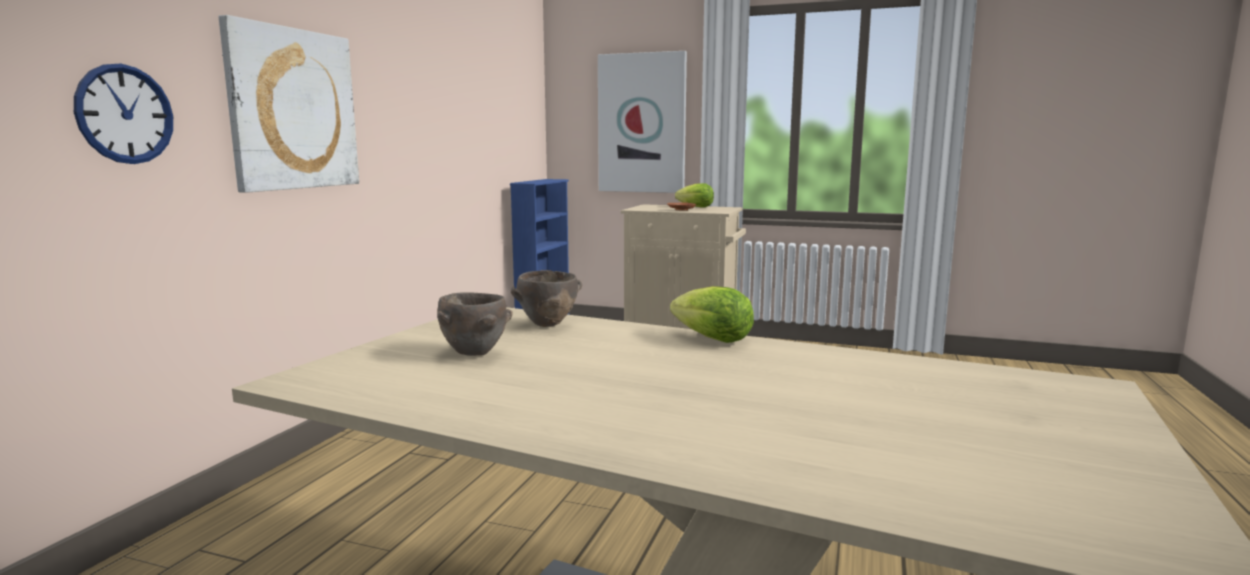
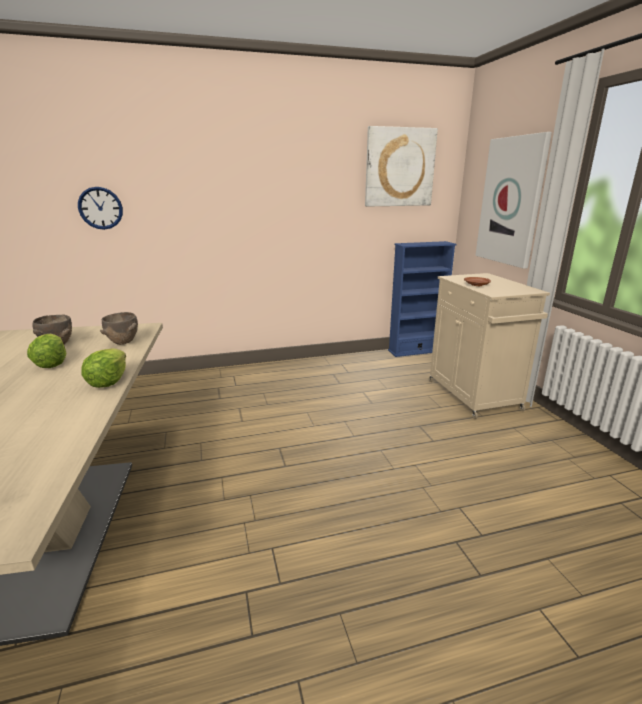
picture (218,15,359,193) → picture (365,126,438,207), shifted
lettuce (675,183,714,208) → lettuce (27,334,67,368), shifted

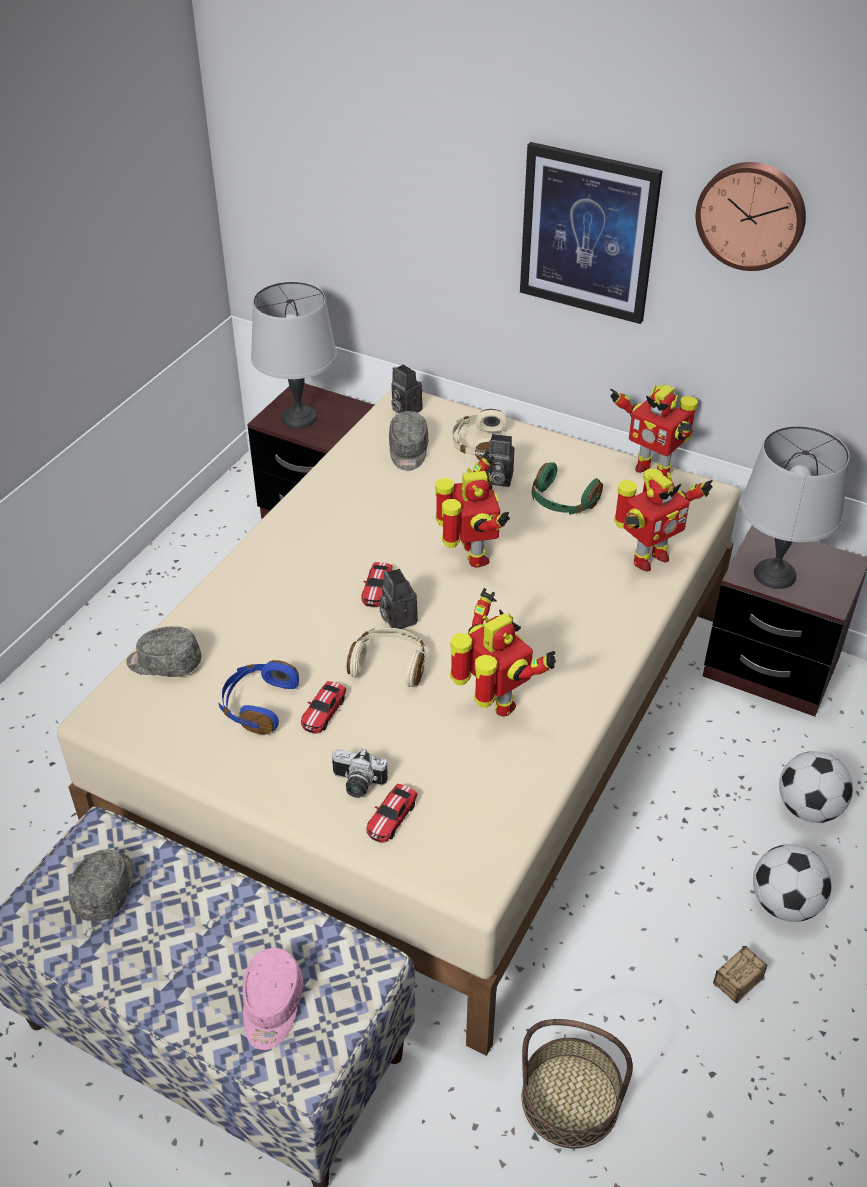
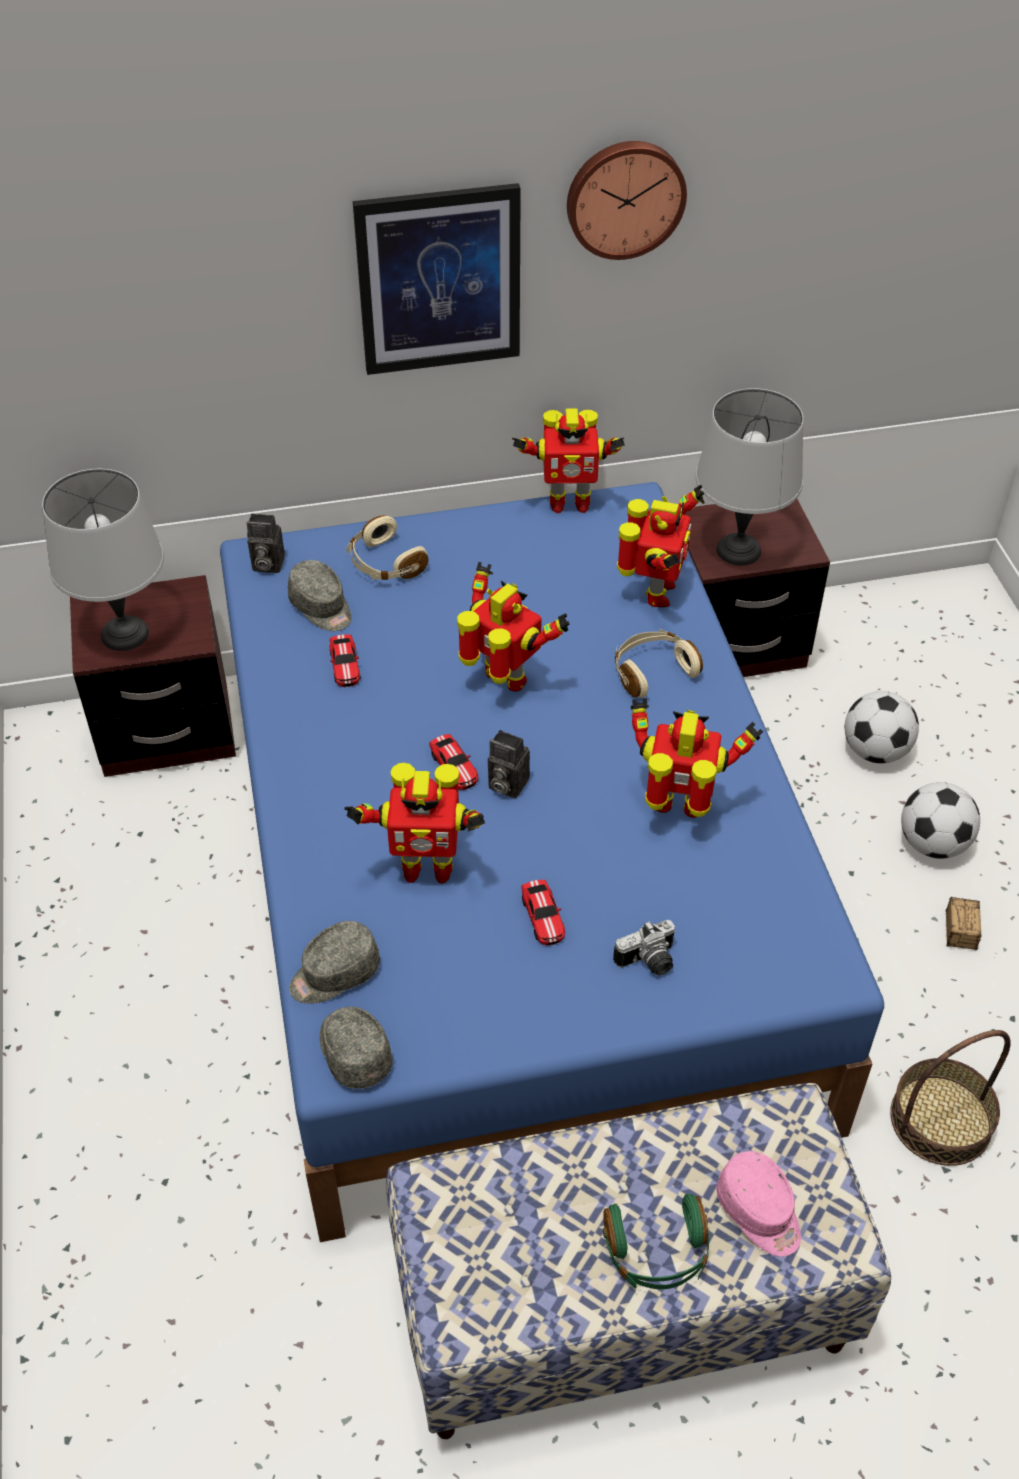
blue headphones (219,660,299,734) → -
photo camera (485,434,515,487) → -
- → toy robot (344,763,485,884)
grey cap (69,849,134,922) → grey cap (320,1007,393,1089), shifted
beige headphones (347,628,426,687) → beige headphones (615,629,703,698), shifted
toy car (366,784,418,843) → toy car (329,635,361,687), shifted
green headphones (532,462,603,515) → green headphones (603,1194,709,1289), shifted
beige bed (57,388,740,1056) → blue bed (220,482,884,1242)

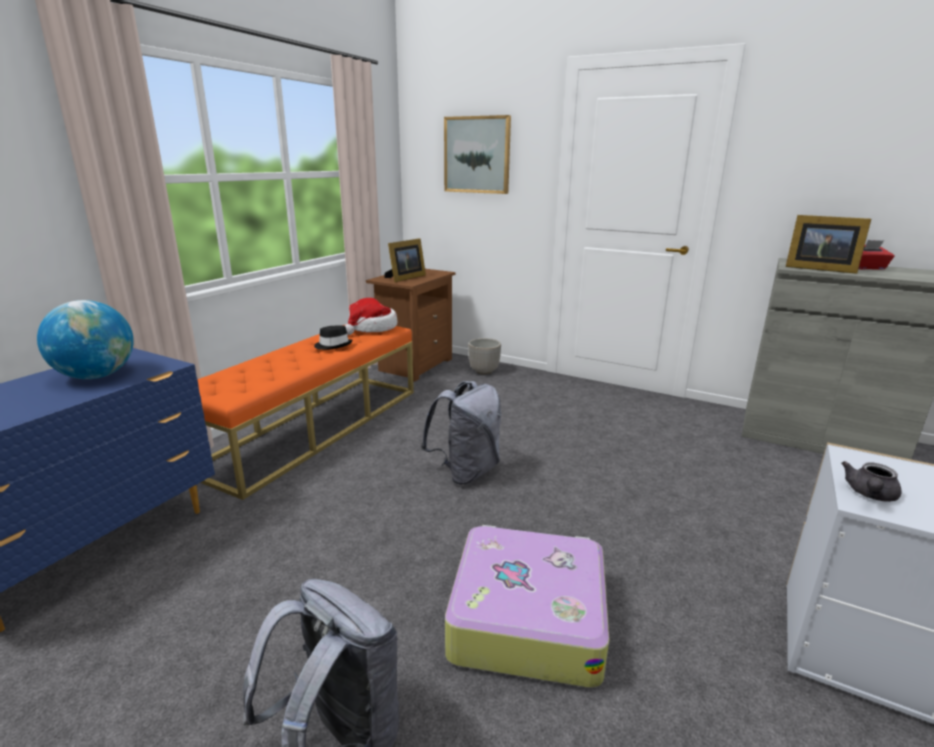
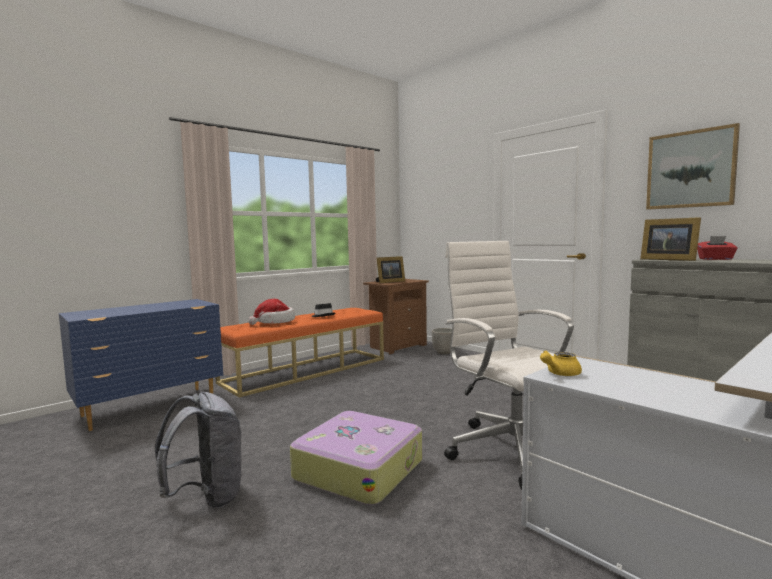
globe (37,300,134,379) → -
grey backpack (421,381,502,485) → -
- → white office chair (444,241,574,490)
hat (344,298,397,335) → hat (248,299,295,325), shifted
picture (444,115,511,194) → picture (646,123,740,210), shifted
grey teapot (841,461,902,502) → yellow teapot (540,350,582,376)

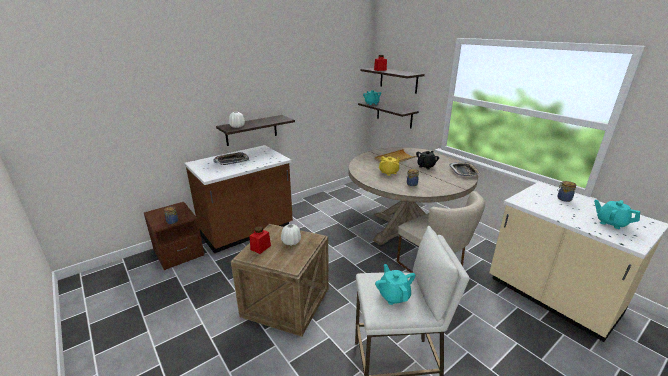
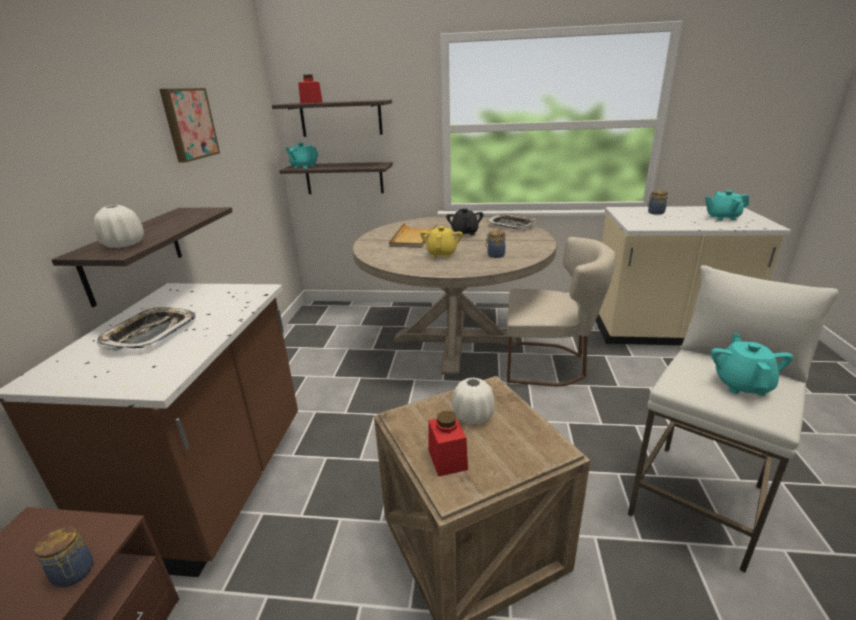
- → picture (159,88,220,163)
turquoise teapot (375,264,415,305) → turquoise teapot (711,334,793,396), 75 degrees clockwise

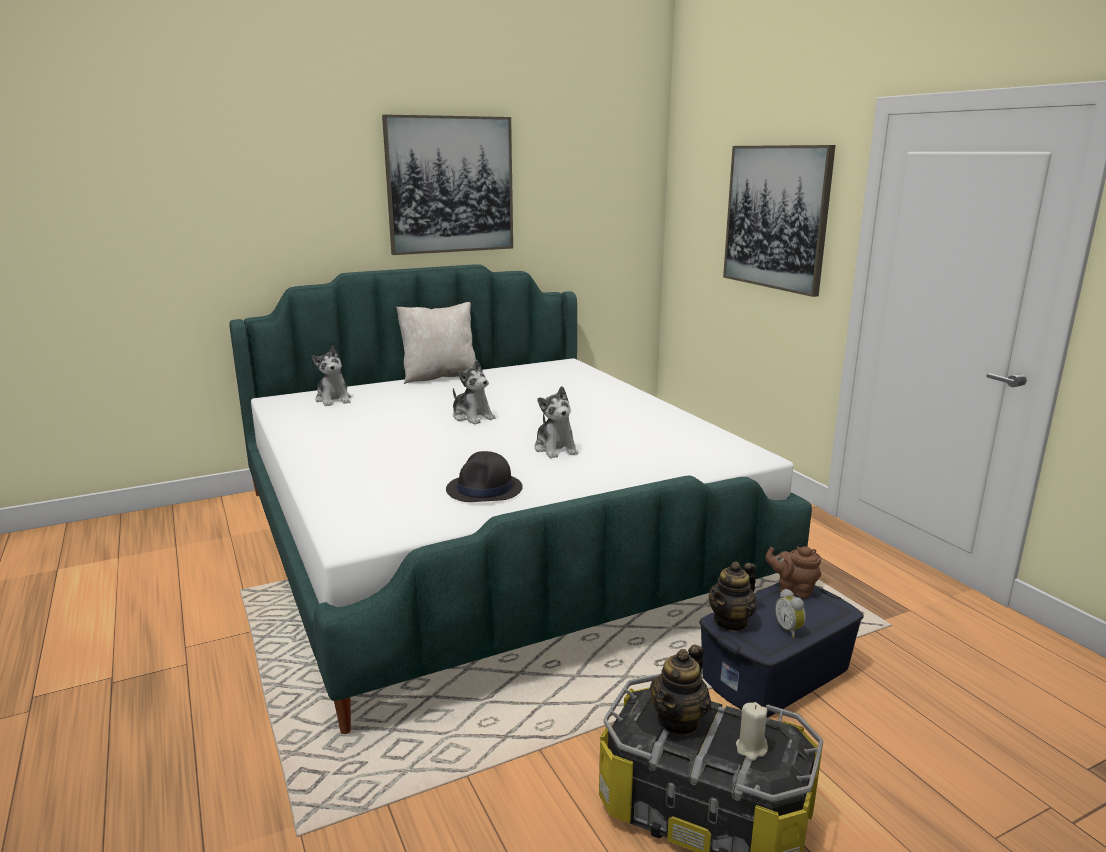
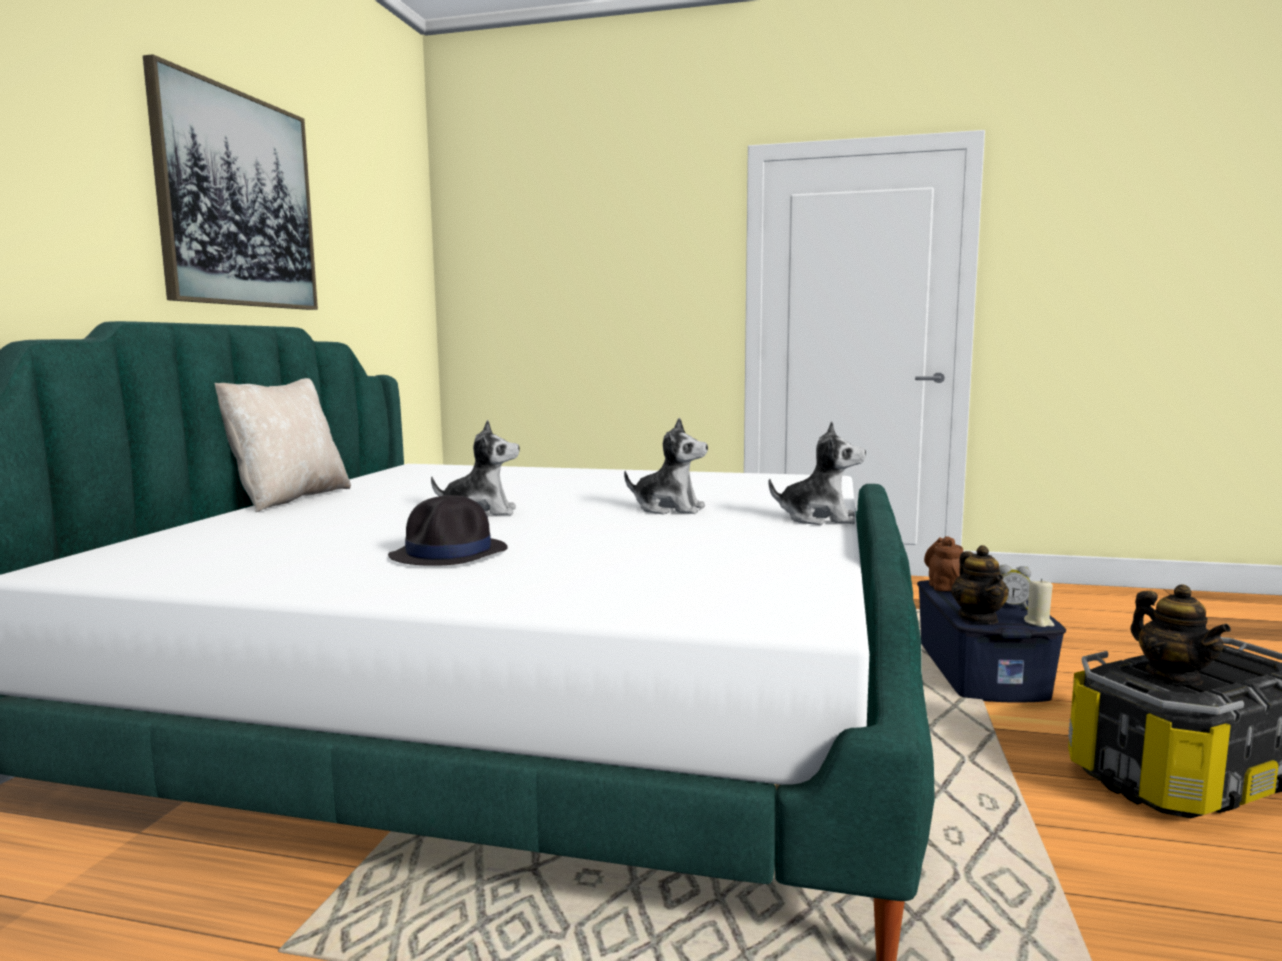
picture (723,145,835,297) → -
plush toy (312,346,351,406) → plush toy (768,422,866,525), shifted
black hat (446,451,523,502) → black hat (388,495,508,566), shifted
beige candle (736,702,768,761) → beige candle (1024,579,1054,627), shifted
brown teapot (765,546,821,599) → brown teapot (924,536,963,591), 120 degrees clockwise

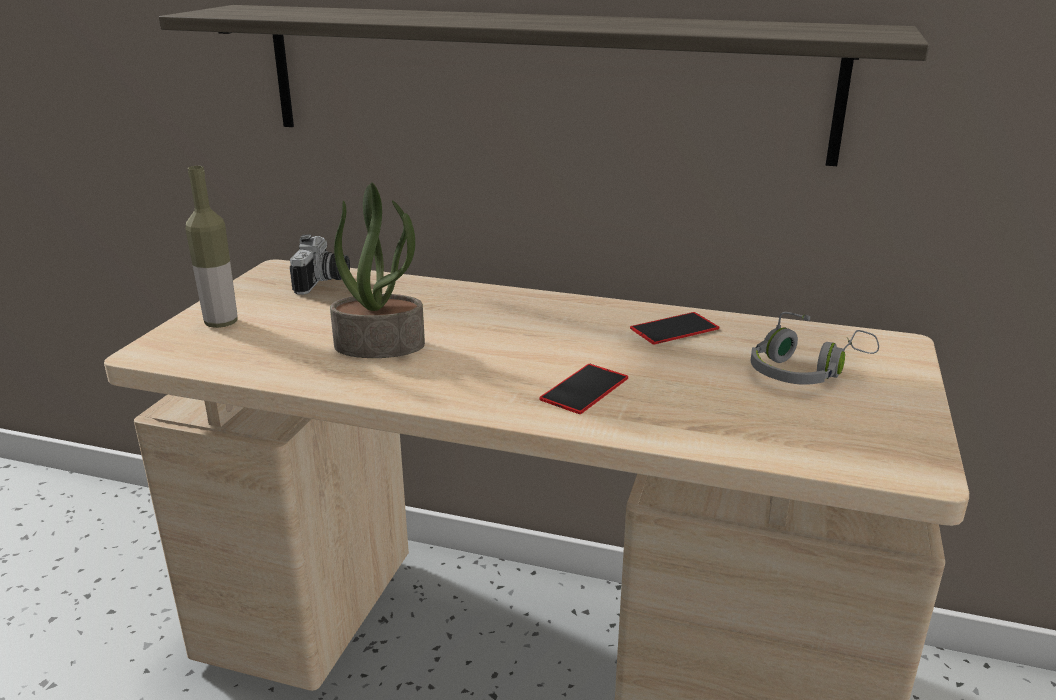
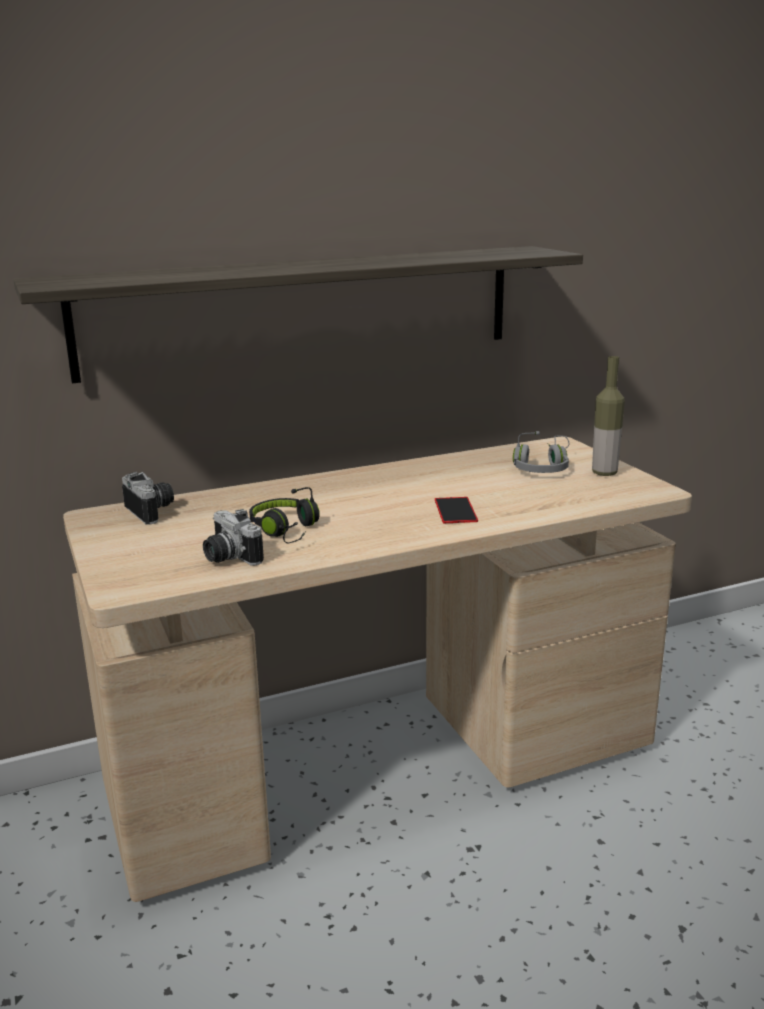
phone (630,312,719,344) → -
- → photo camera (203,509,264,565)
bottle (185,166,238,328) → bottle (592,356,625,476), shifted
potted plant (330,182,425,358) → black headphones (249,487,320,543)

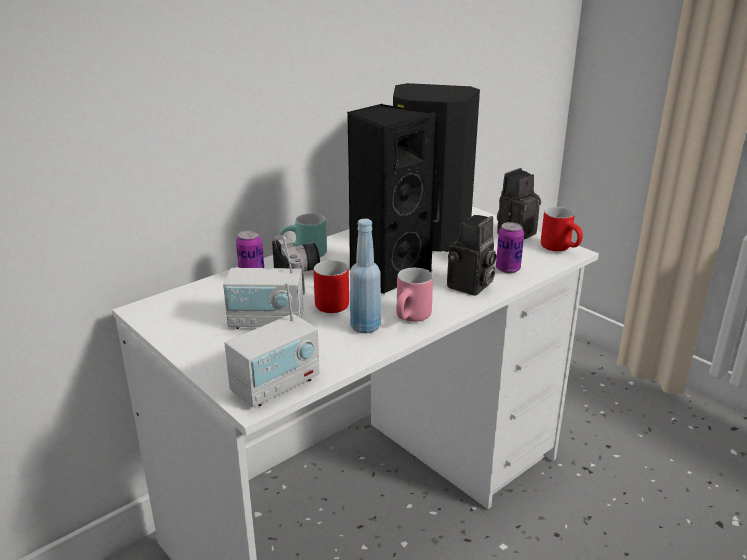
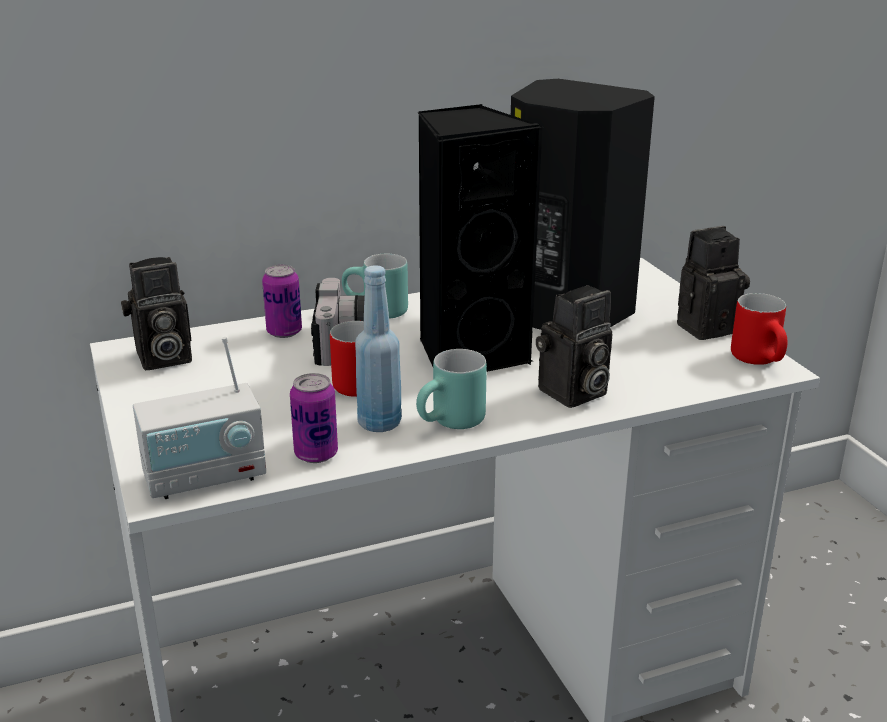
radio (223,236,304,329) → -
- → photo camera (121,257,192,370)
can (496,222,524,273) → can (290,373,338,463), shifted
pink mug (396,268,433,322) → turquoise mug (416,349,487,429)

